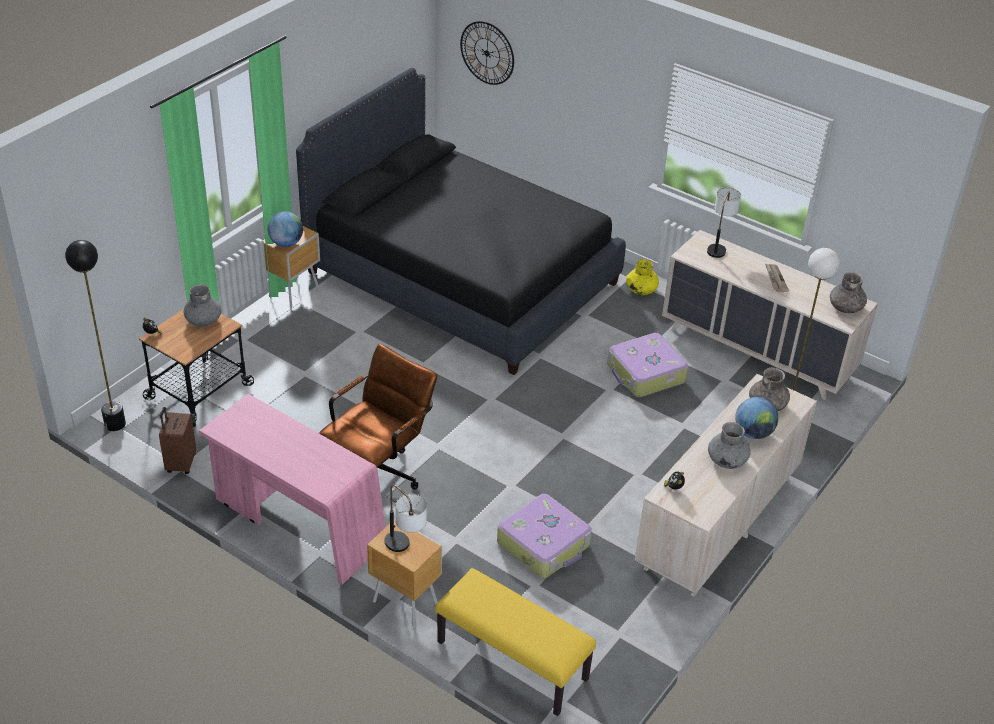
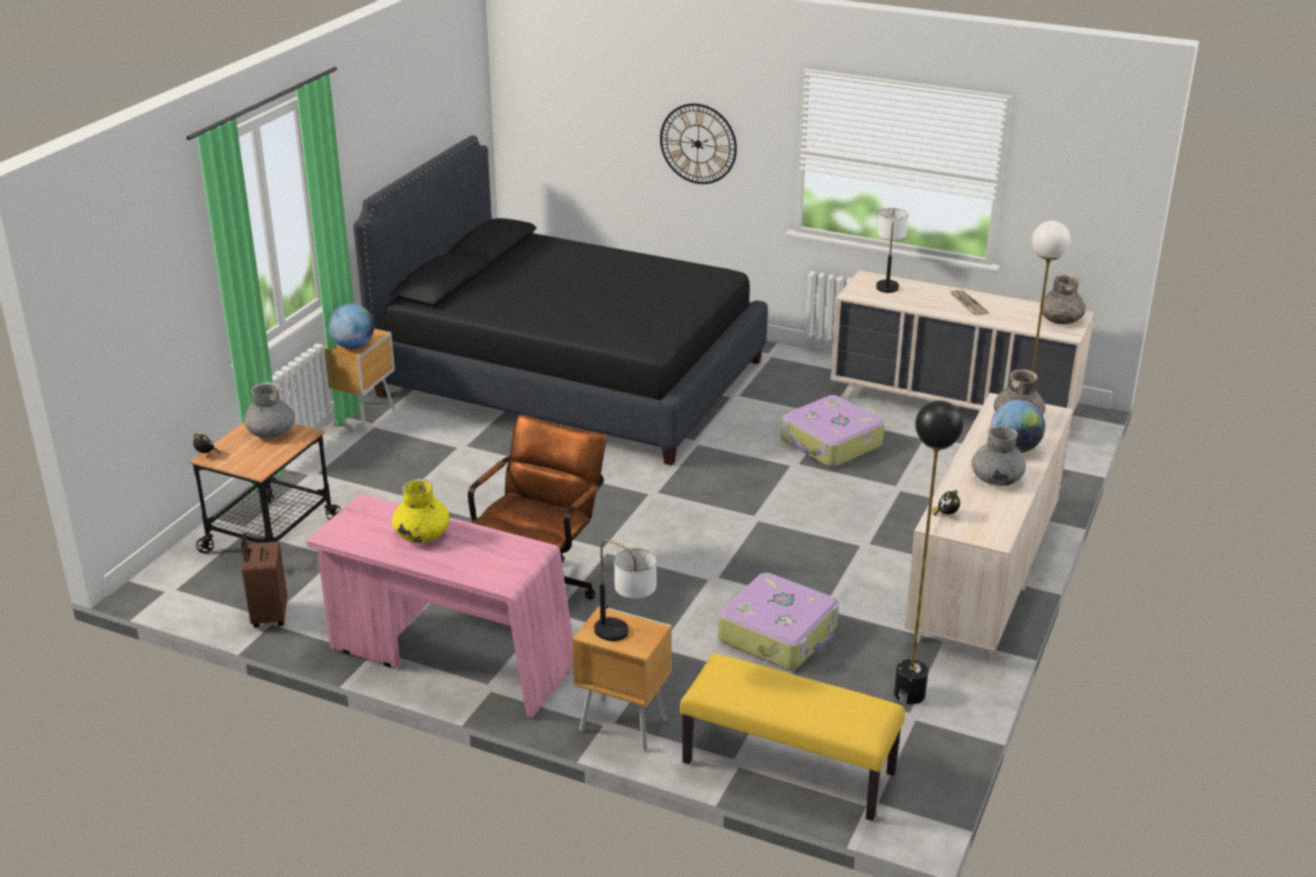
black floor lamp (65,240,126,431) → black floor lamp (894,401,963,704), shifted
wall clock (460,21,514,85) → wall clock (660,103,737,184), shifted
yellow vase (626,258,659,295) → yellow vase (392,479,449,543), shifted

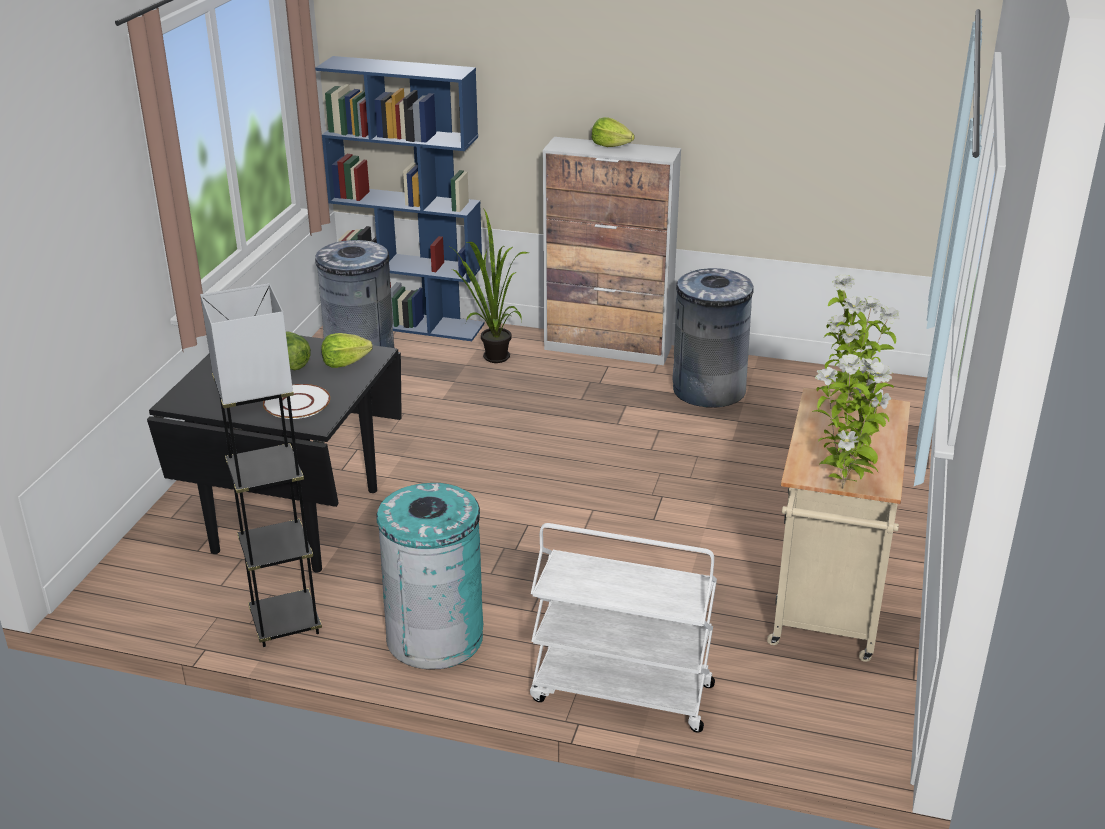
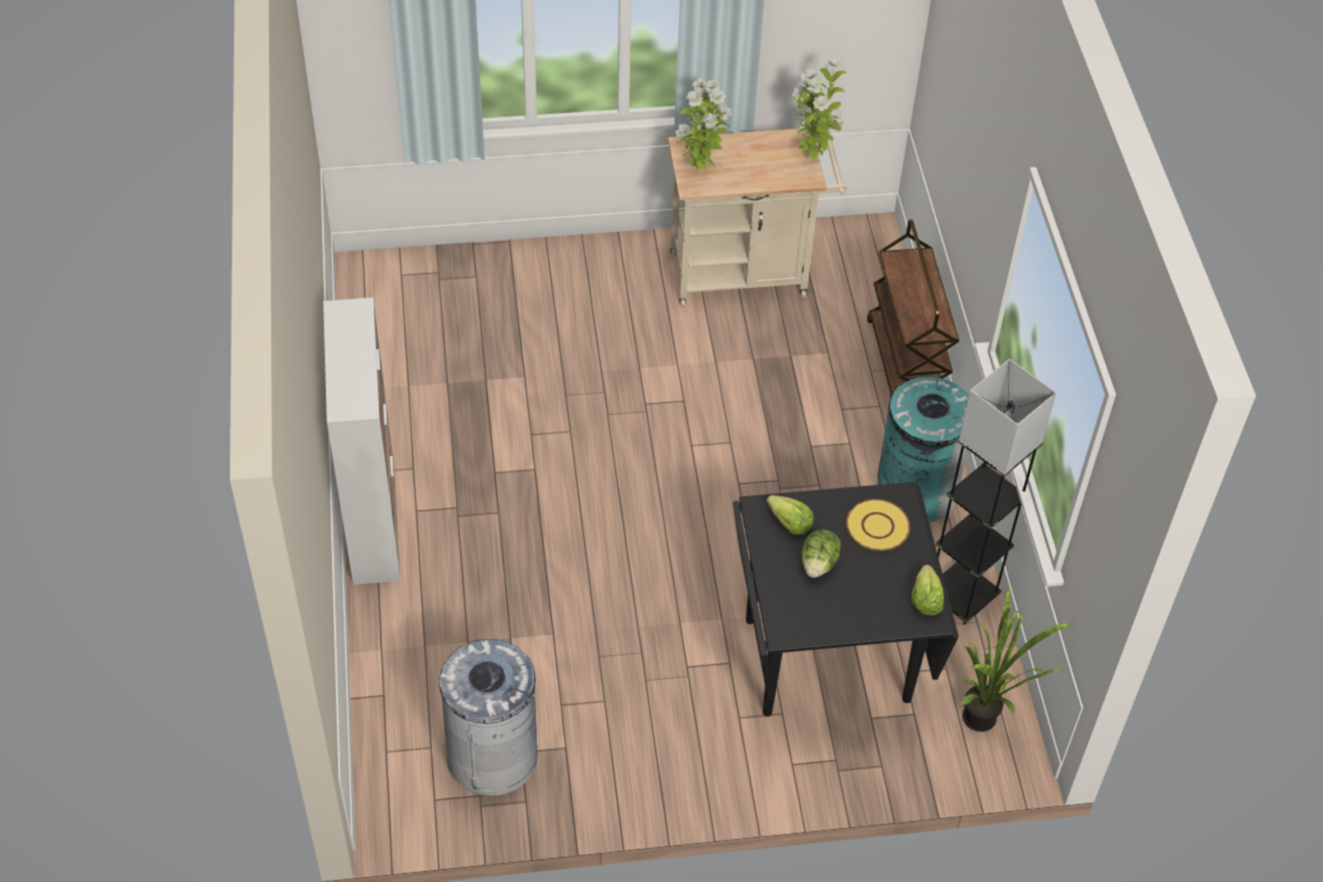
blue bookcase (315,56,484,341) → -
grey trash can (672,268,754,408) → -
potted plant (450,208,529,363) → potted plant (959,586,1075,732), shifted
lettuce (591,117,635,147) → lettuce (911,565,944,615), shifted
white plate (263,384,330,419) → yellow plate (846,499,910,551)
white cart (530,523,717,732) → brown cart (867,220,959,399)

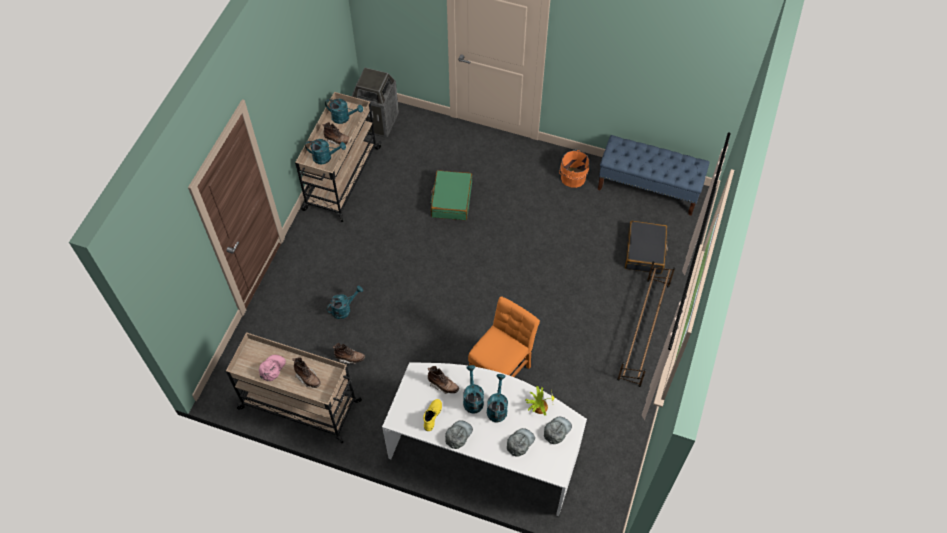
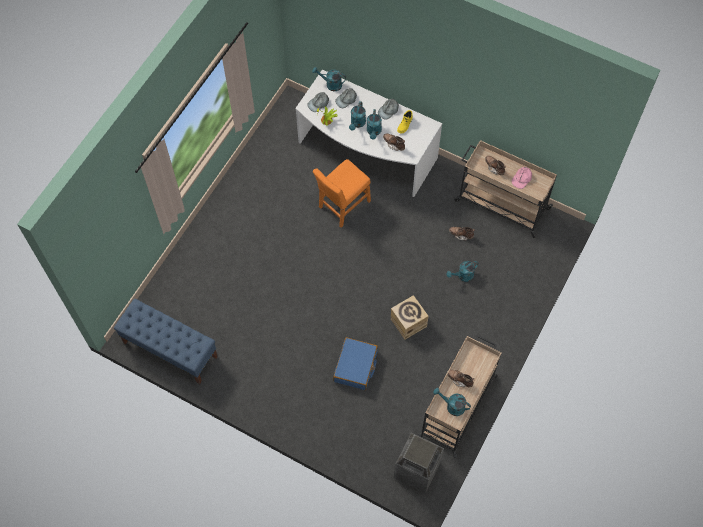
orange bucket (559,149,589,188) → -
brown shoe rack (617,261,675,387) → -
black suitcase (625,221,668,274) → -
- → cardboard box (391,295,429,339)
turquoise watering can (305,139,346,164) → turquoise watering can (312,67,346,91), shifted
green suitcase (431,170,472,220) → blue suitcase (333,337,378,390)

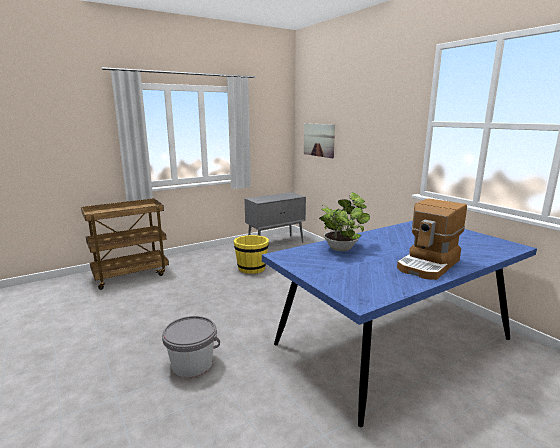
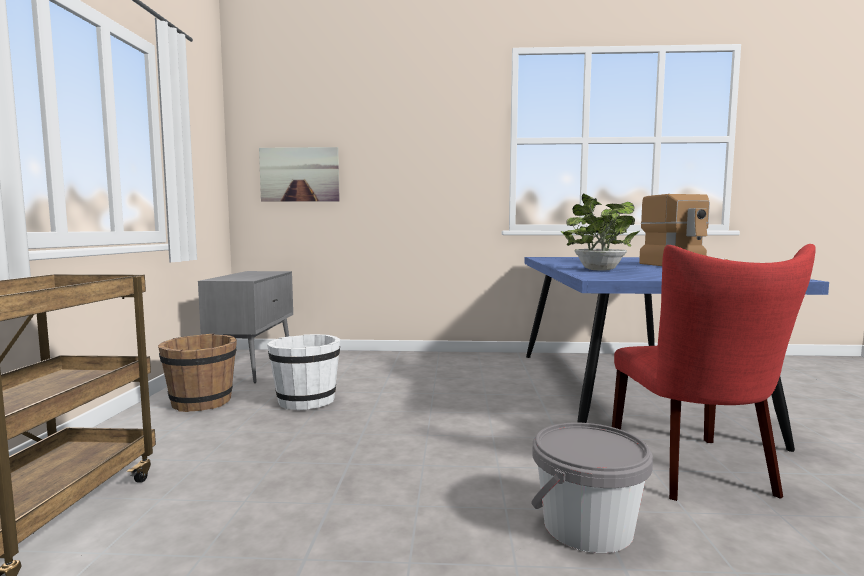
- → brown bucket (158,334,237,412)
- → red chair (612,244,816,501)
yellow bucket (234,235,269,274) → white bucket (267,334,340,410)

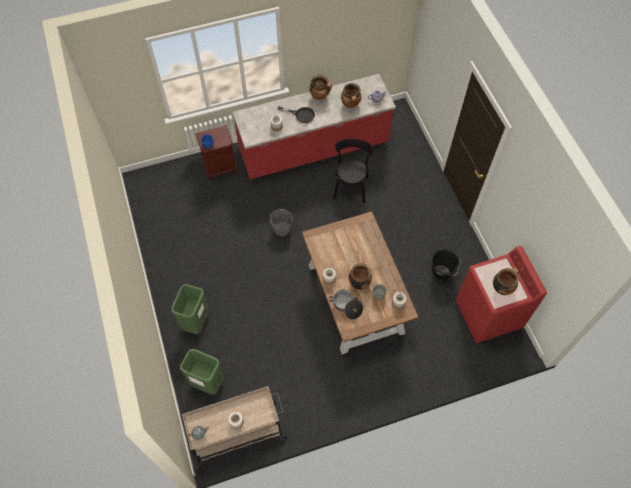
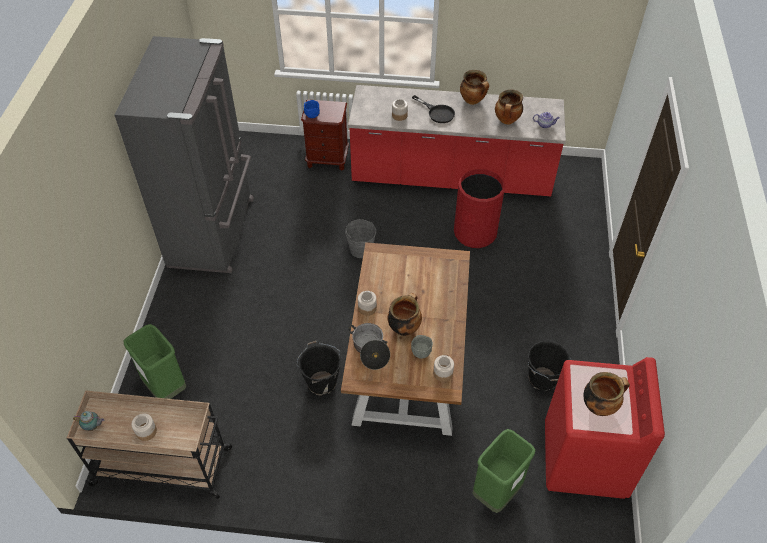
- → grey fridge (114,36,254,273)
- → black bucket (296,341,341,396)
green trash can (171,284,209,334) → green trash can (473,429,536,513), shifted
black chair (333,139,374,203) → red trash can (454,169,505,248)

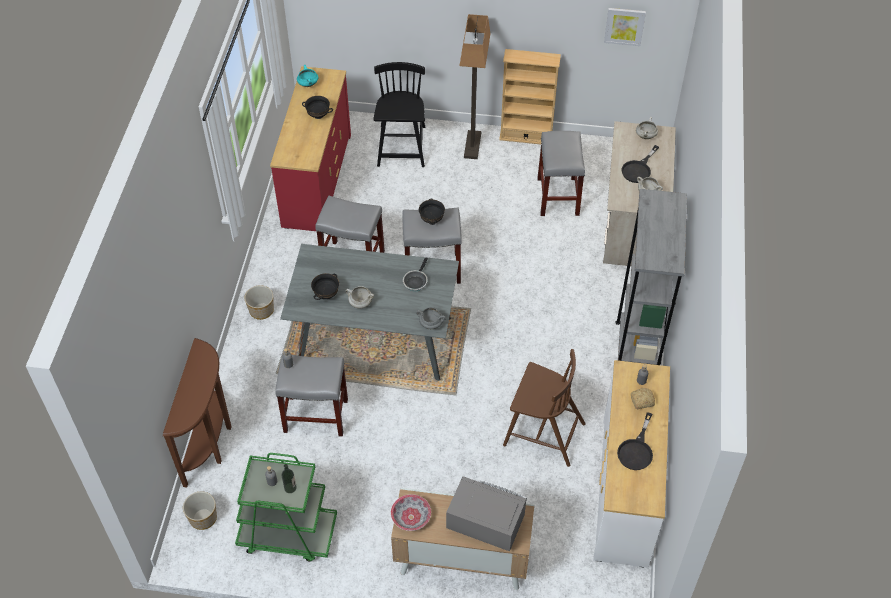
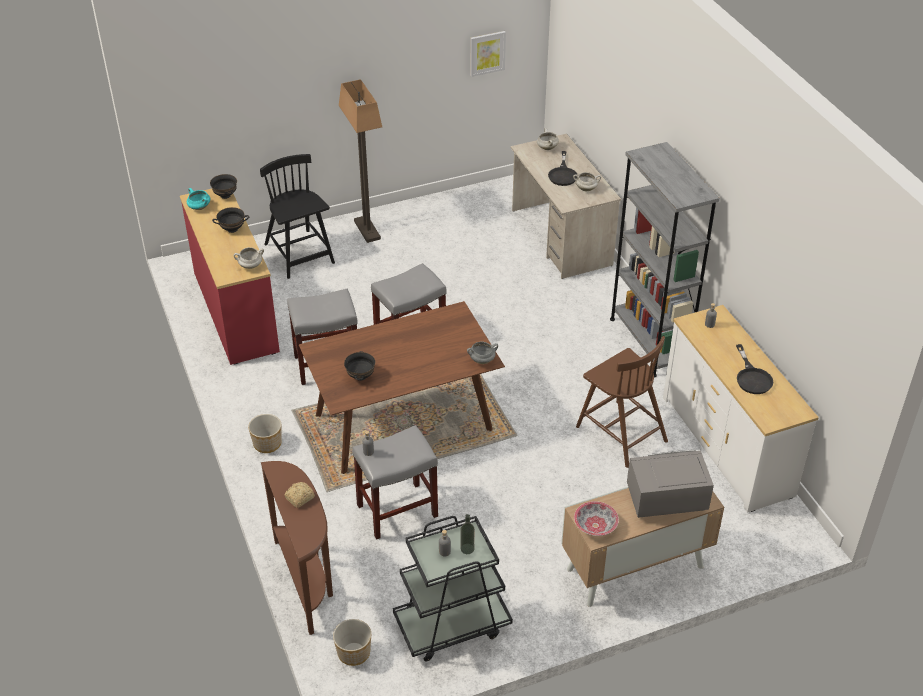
frying pan (403,257,428,291) → -
beige bookcase (499,49,561,144) → -
grey stool (537,131,585,216) → -
white cooking pot (345,286,374,308) → white cooking pot (234,247,264,269), shifted
black bowl (419,199,445,225) → black bowl (210,174,237,199), shifted
bread (631,388,655,409) → bread (284,482,315,508), shifted
green cart (235,453,337,562) → black cart (393,516,513,662)
grey dining table (280,244,459,381) → brown dining table (299,301,505,474)
brown chair (503,349,586,467) → brown chair (576,336,668,468), 60 degrees clockwise

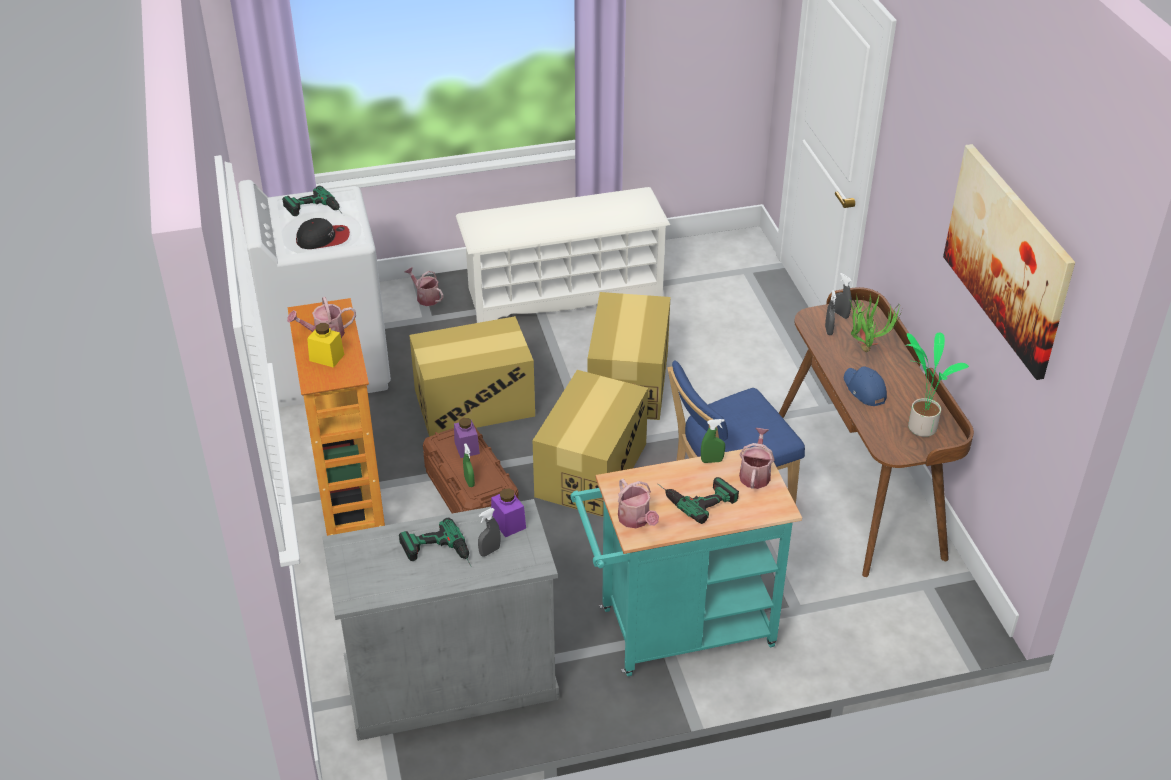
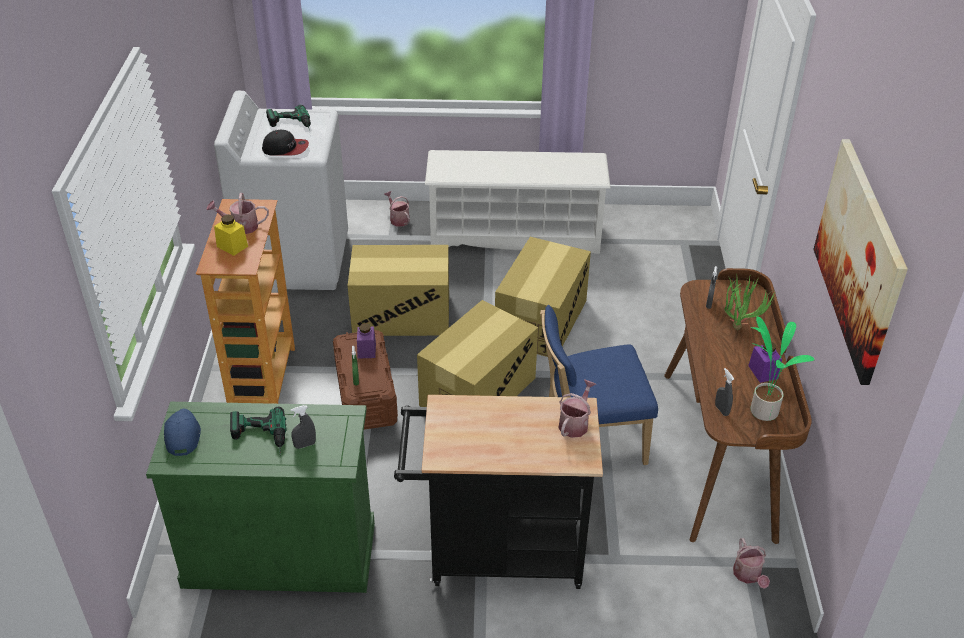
power drill (658,477,739,524) → -
green spray bottle (701,419,725,463) → -
purple jar (491,488,526,537) → purple jar (748,342,782,383), shifted
watering can (618,479,659,528) → watering can (733,538,770,589), shifted
grey spray bottle (834,273,852,319) → grey spray bottle (715,368,734,416), shifted
blue cap (844,367,887,406) → blue cap (164,408,201,456), shifted
grey cabinet (322,499,559,741) → green cabinet (146,402,375,593)
turquoise cart (570,445,802,676) → black cart (394,395,603,589)

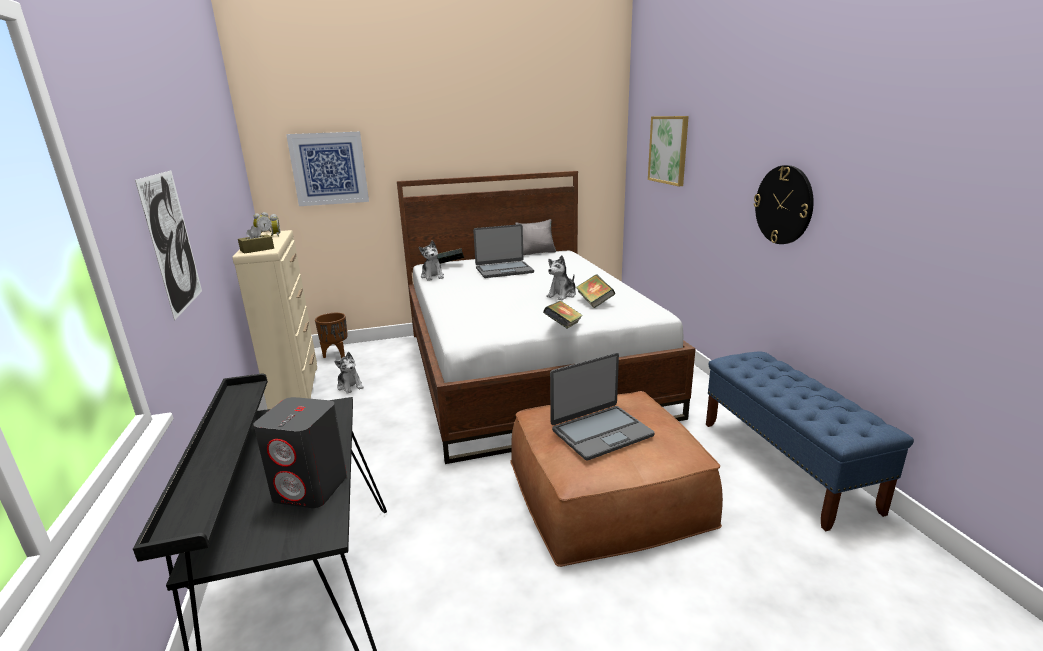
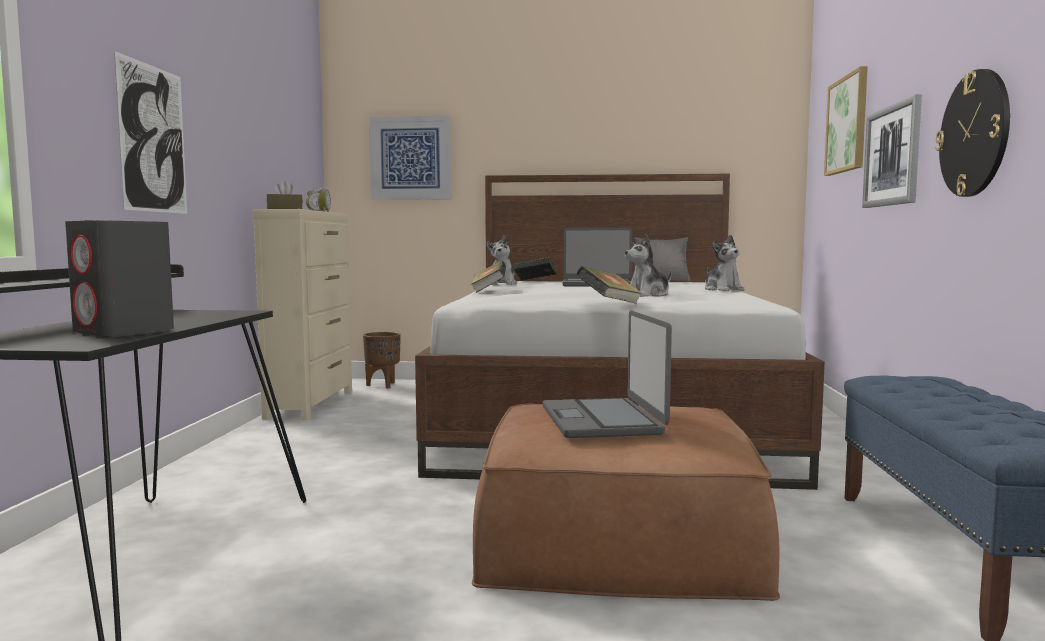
- → picture (862,94,922,208)
plush toy (335,352,364,394) → plush toy (705,235,745,291), shifted
book (576,274,615,308) → book (471,261,506,293), shifted
laptop (550,353,655,460) → laptop (543,310,672,438), 90 degrees clockwise

